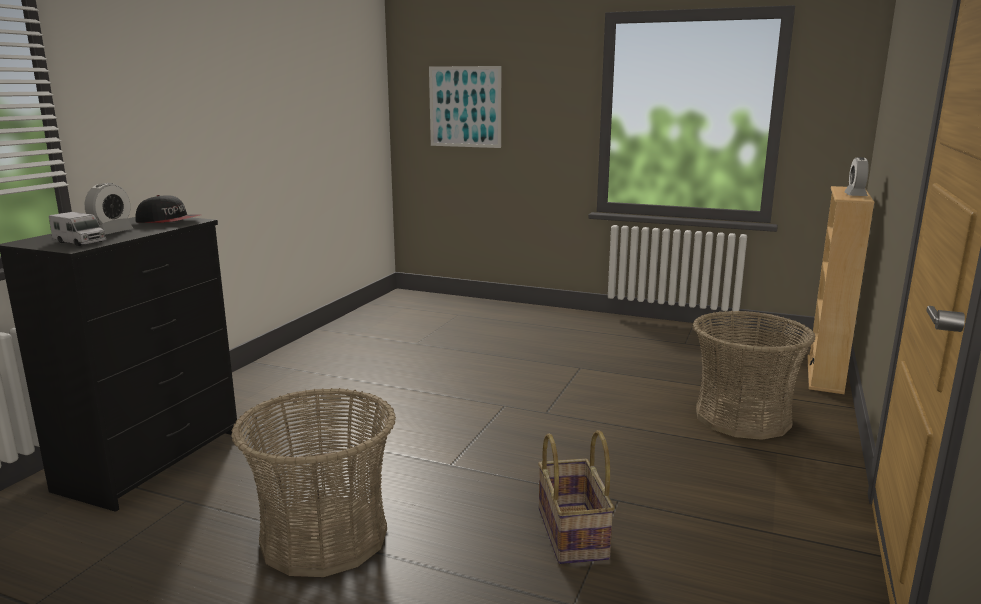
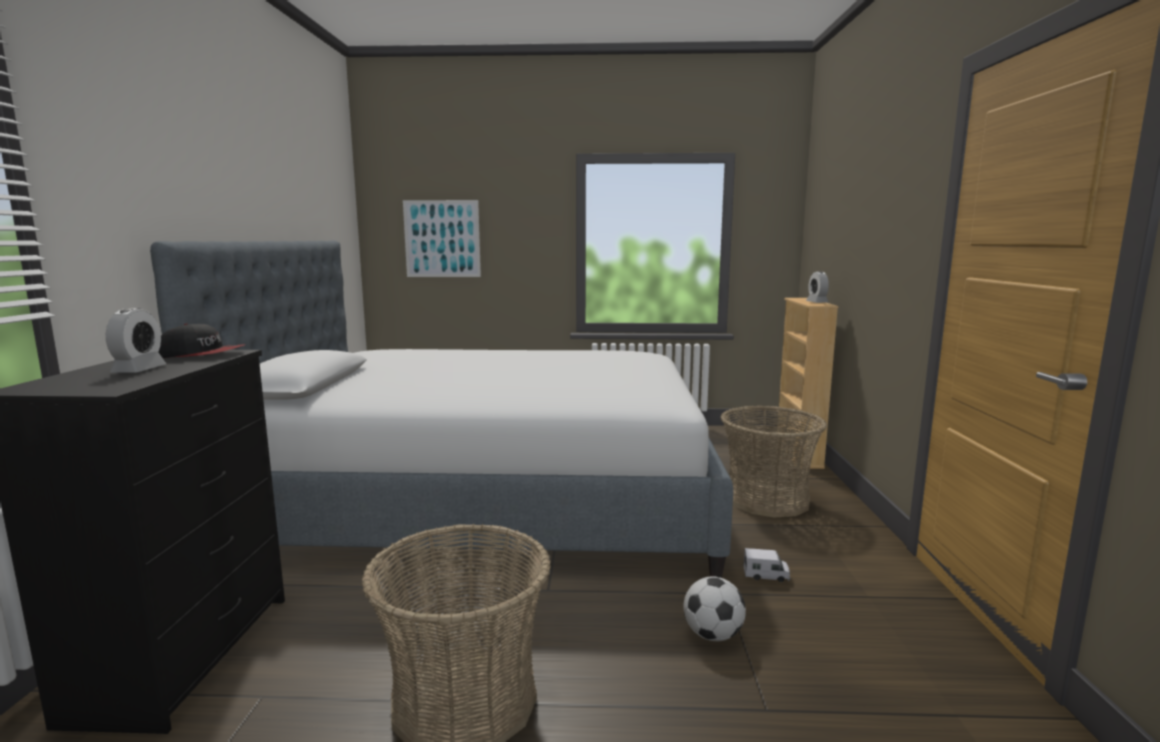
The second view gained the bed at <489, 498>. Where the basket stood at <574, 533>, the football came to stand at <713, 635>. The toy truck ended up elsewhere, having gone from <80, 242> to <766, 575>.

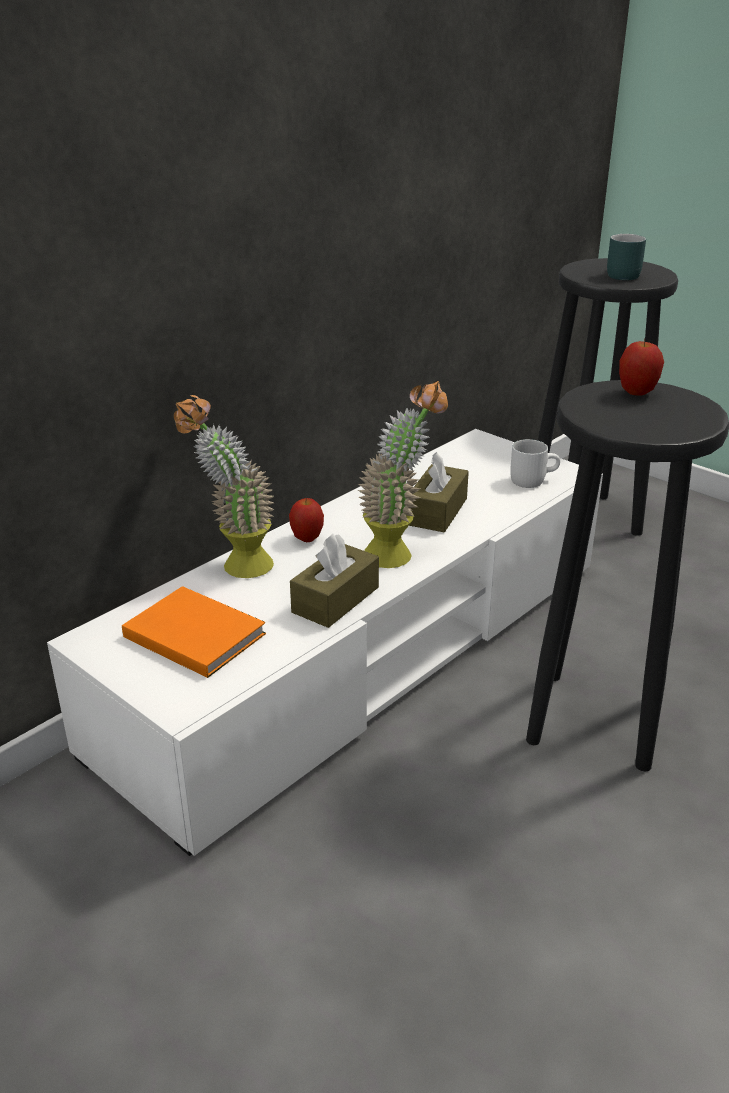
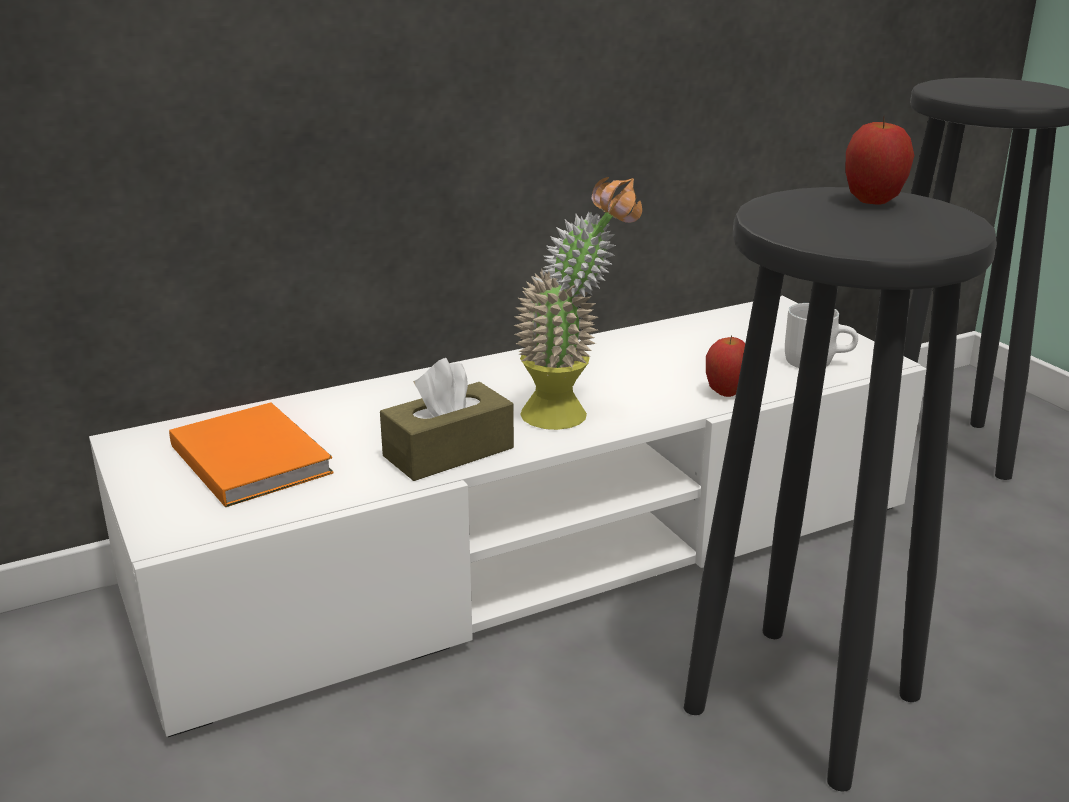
The apple ended up elsewhere, having gone from <307, 539> to <726, 393>. The second view lost the potted plant at <234, 566>. The second view lost the tissue box in brown at <437, 511>. The second view lost the mug in turquoise at <619, 274>.

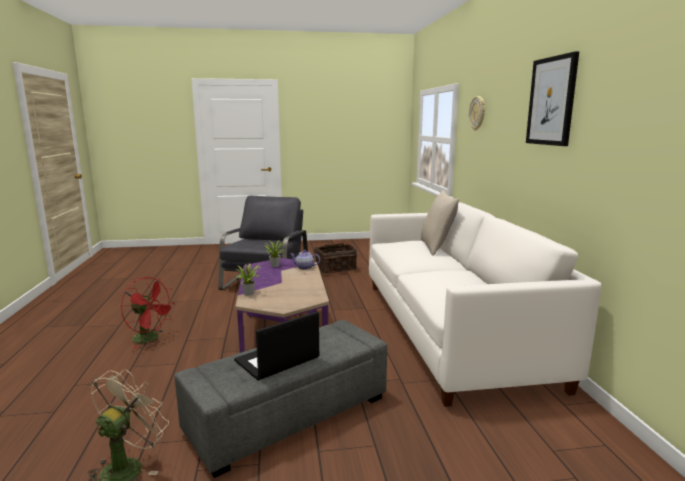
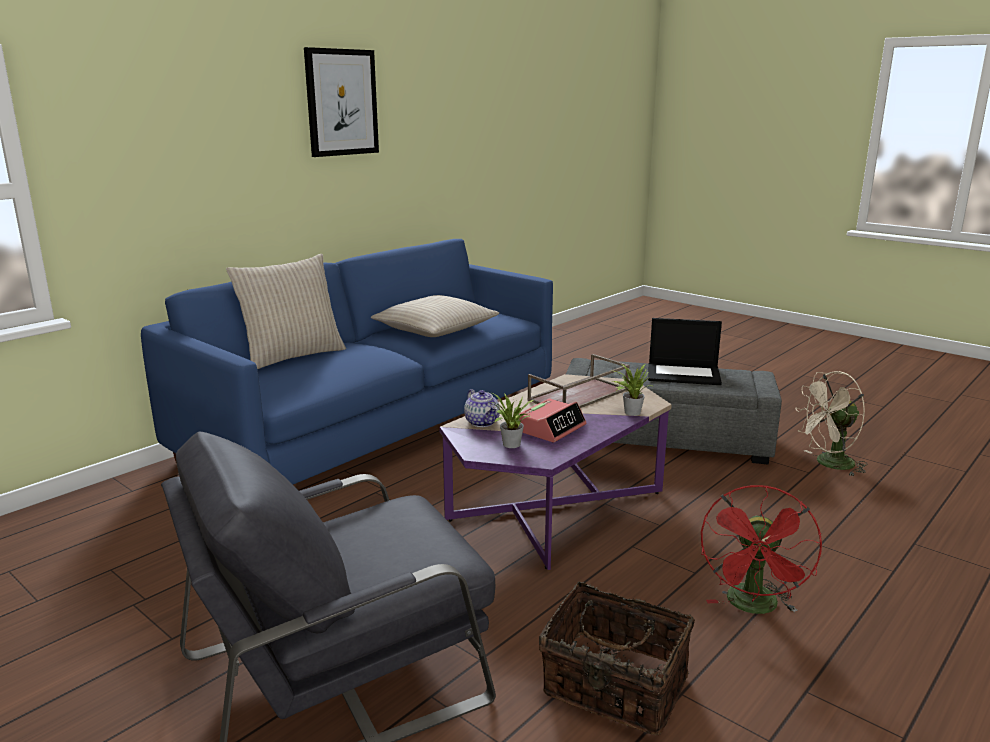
What was the sofa in white at <449, 328> turned into the sofa in blue at <376, 427>. The second view gained the pillow in beige at <435, 329>. The second view gained the alarm clock at <551, 428>. The second view gained the tray in brown at <578, 395>. The basket ended up elsewhere, having gone from <335, 269> to <613, 688>. The fan in red at <150, 339> ended up facing another way, 150 degrees counterclockwise from before. The second view lost the wall clock at <477, 113>.

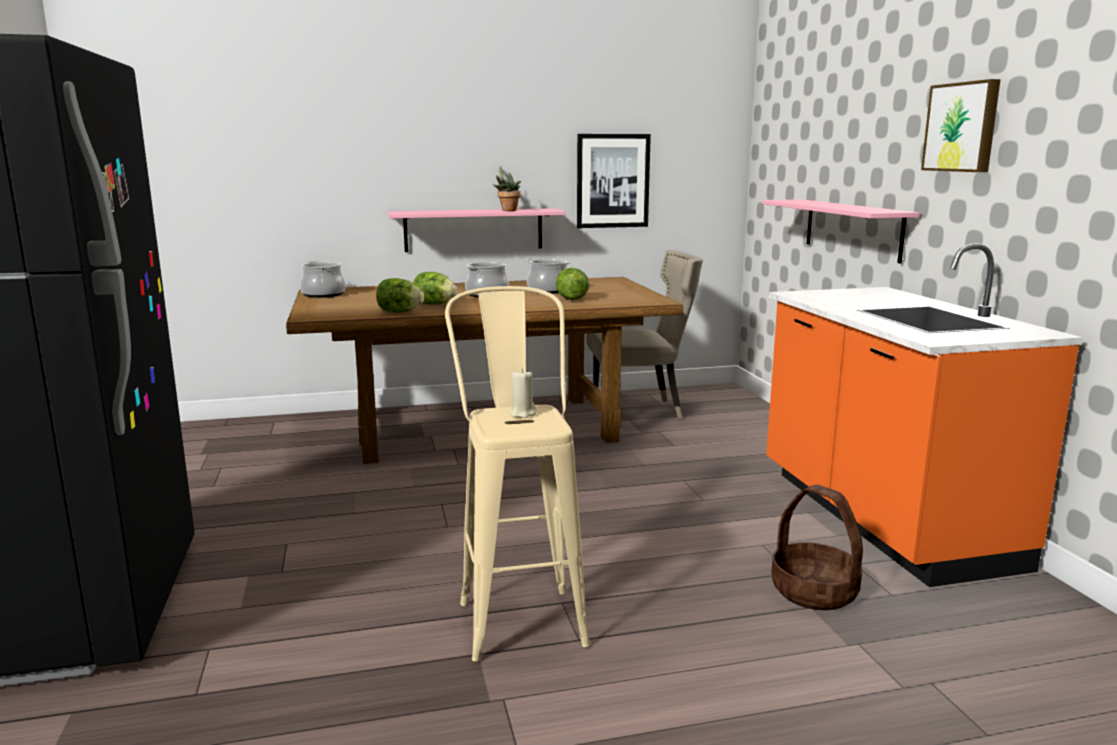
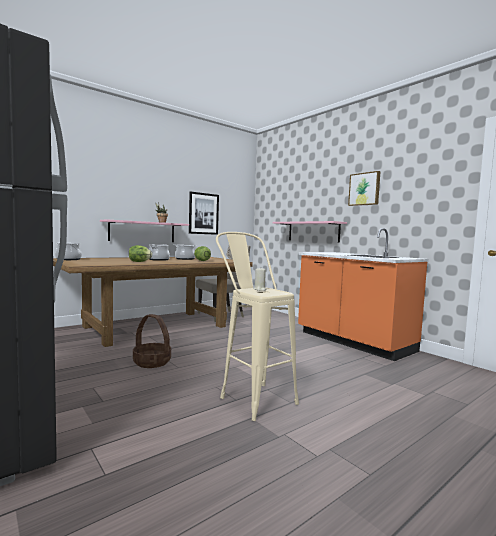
The basket ended up elsewhere, having gone from <815, 591> to <152, 362>. The second view lost the lettuce at <399, 312>.

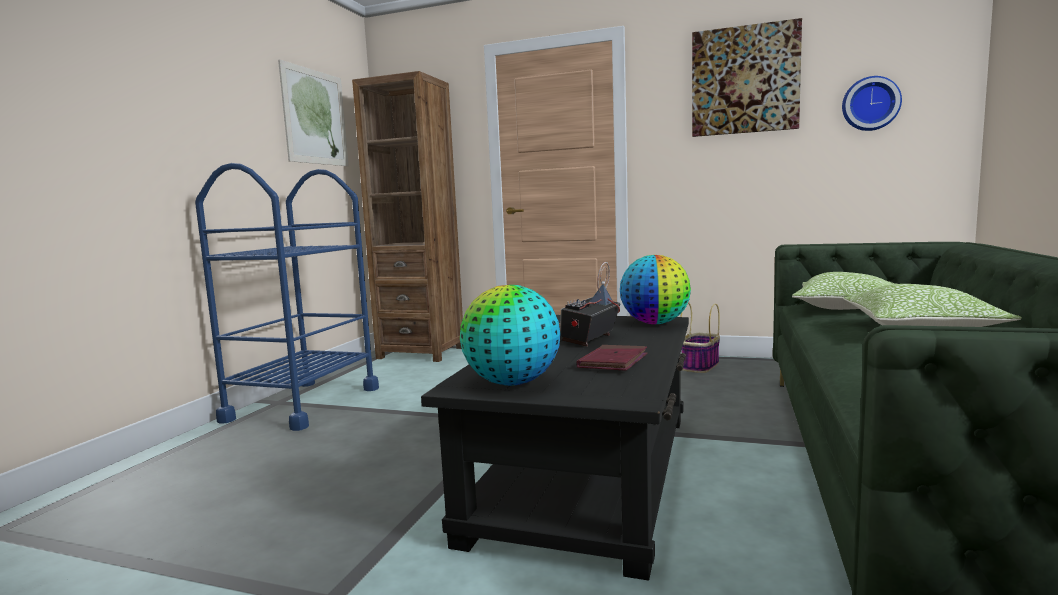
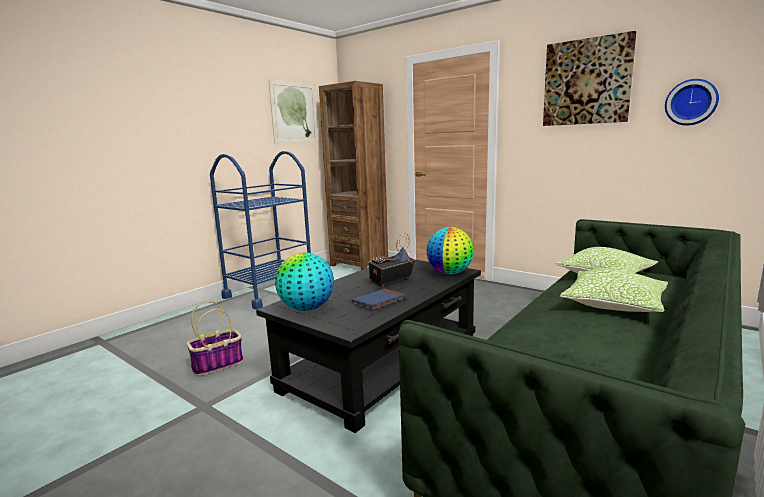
The basket ended up elsewhere, having gone from <700, 366> to <218, 364>. What was the book in red at <613, 362> turned into the book in blue at <379, 301>.

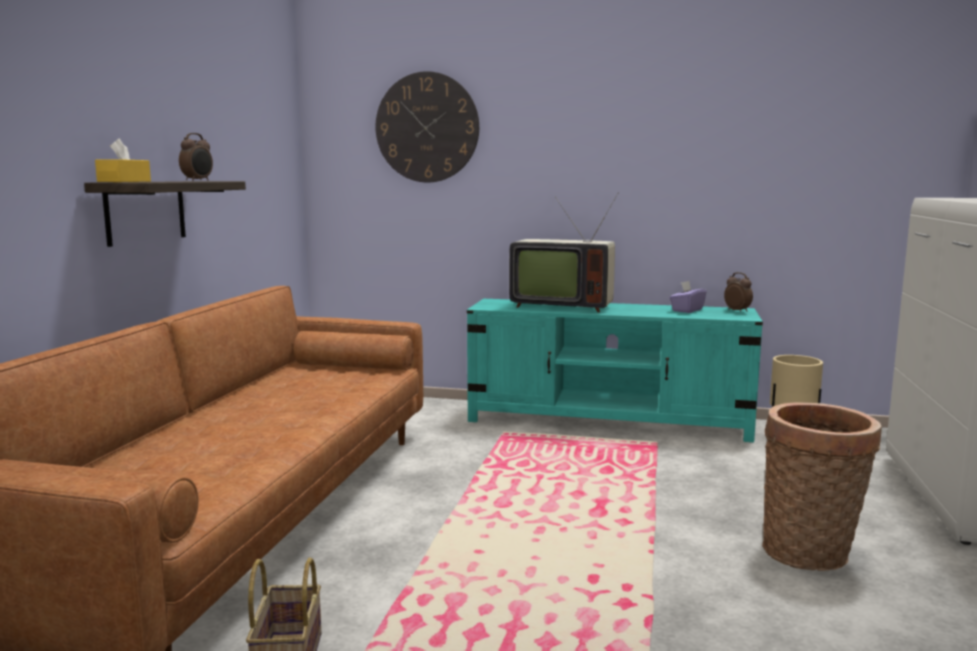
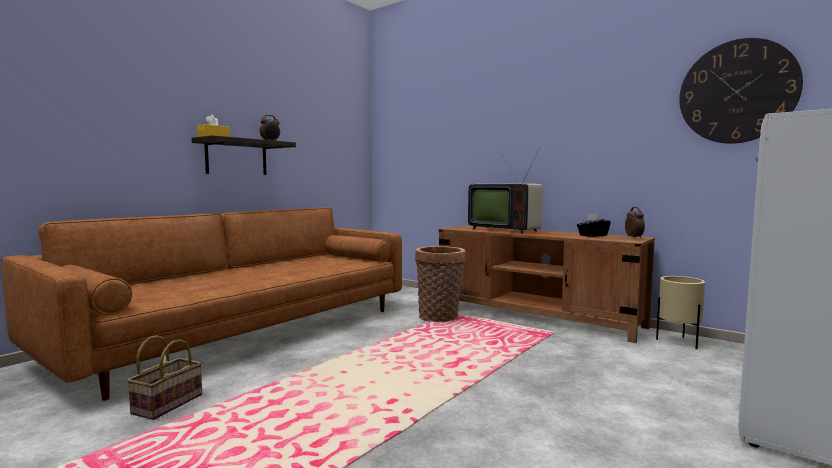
The basket ended up elsewhere, having gone from <811, 553> to <440, 318>. What was the tv stand in turquoise at <608, 420> turned into the tv stand in brown at <535, 316>. What was the tissue box in purple at <687, 310> turned into the tissue box in black at <593, 235>. The wall clock ended up elsewhere, having gone from <427, 127> to <737, 92>.

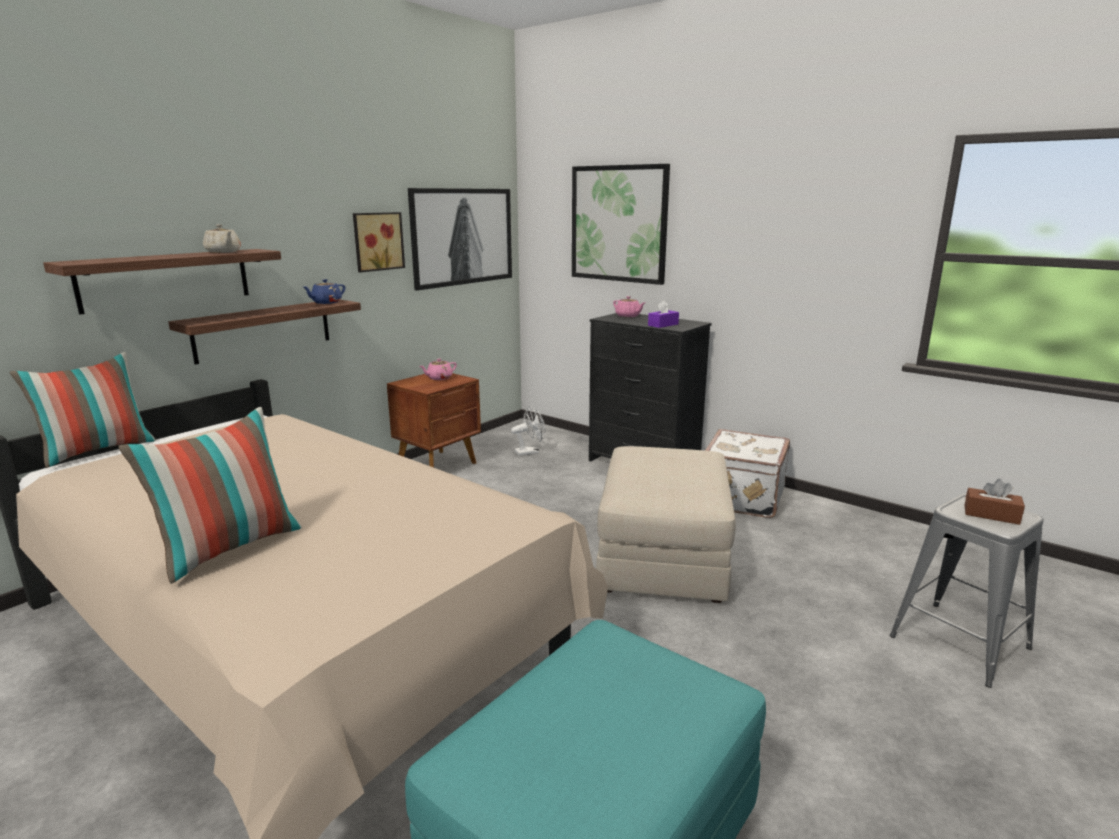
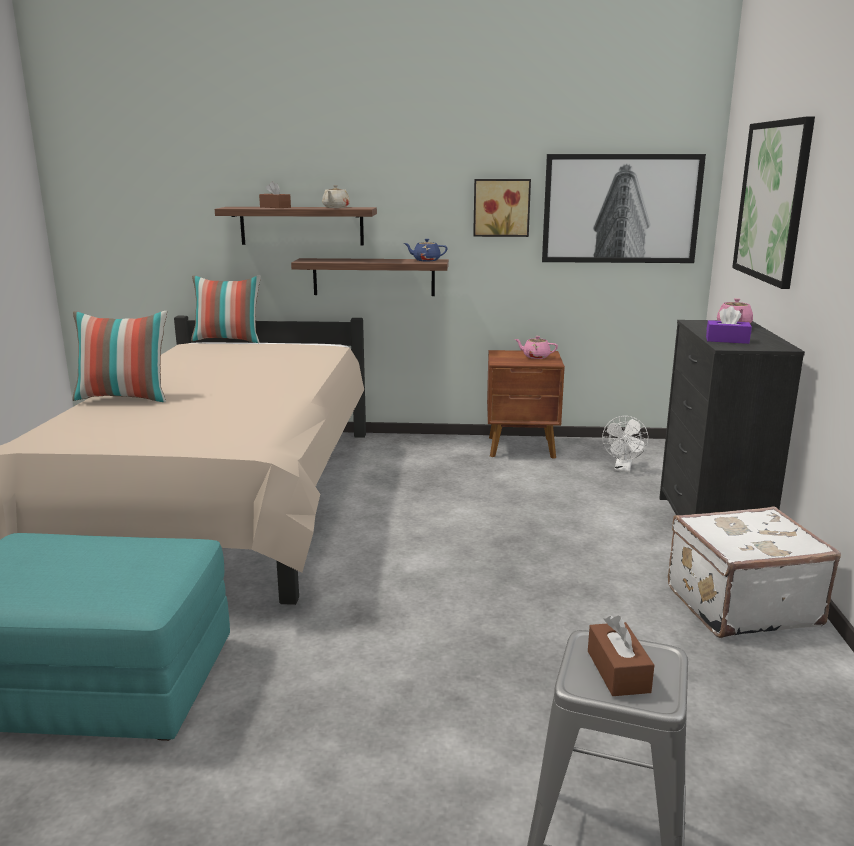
The second view gained the tissue box in brown at <275, 207>. The fan in white at <530, 452> ended up facing another way, 75 degrees clockwise from before. The second view lost the ottoman in beige at <663, 556>.

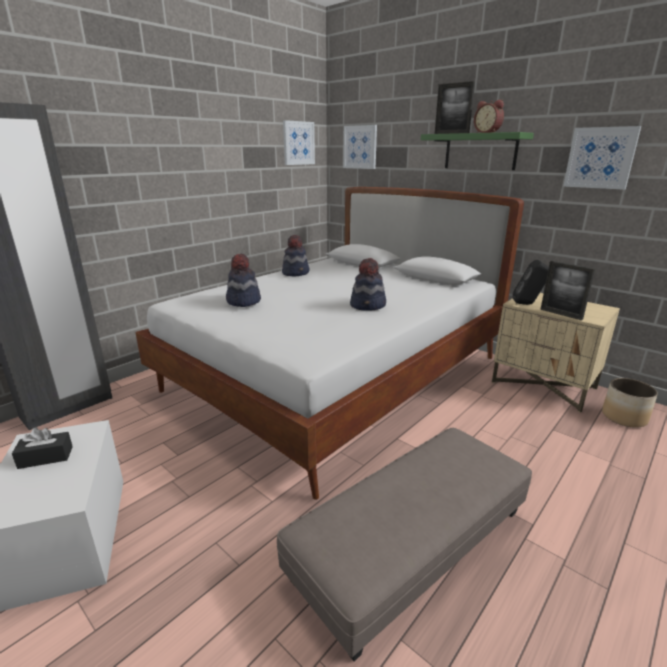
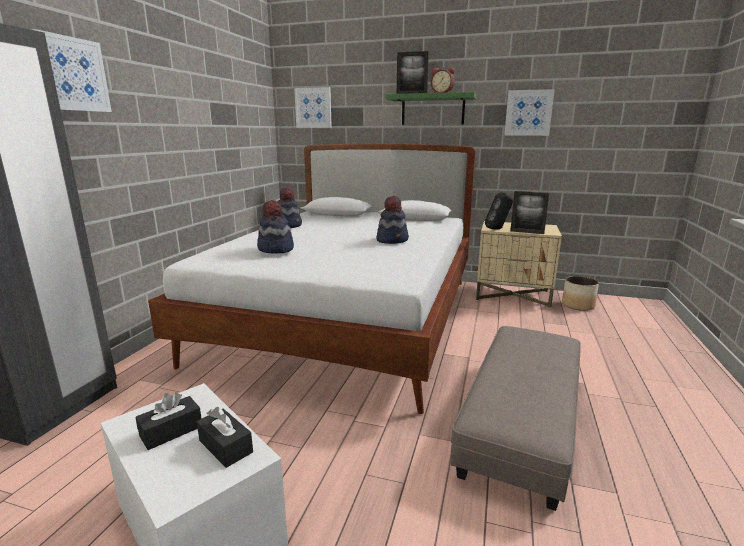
The picture ended up elsewhere, having gone from <298, 143> to <72, 74>. The second view gained the tissue box in black at <225, 446>.

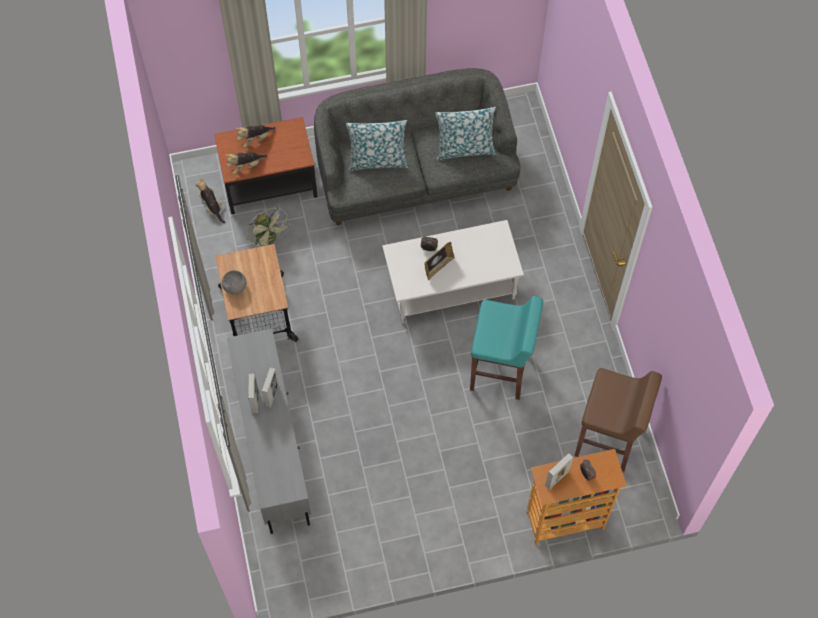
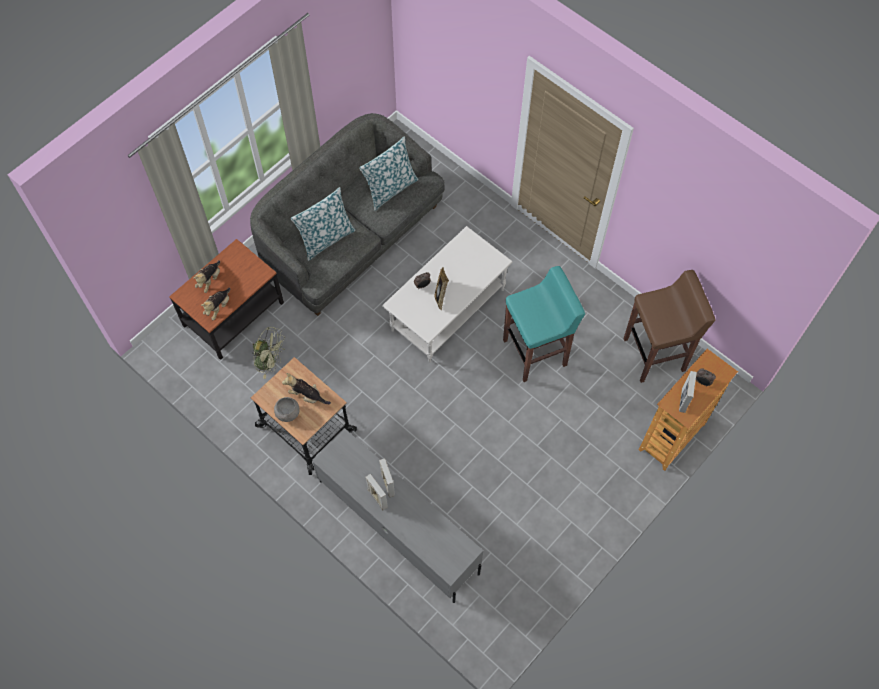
The plush toy ended up elsewhere, having gone from <212, 207> to <307, 395>.

